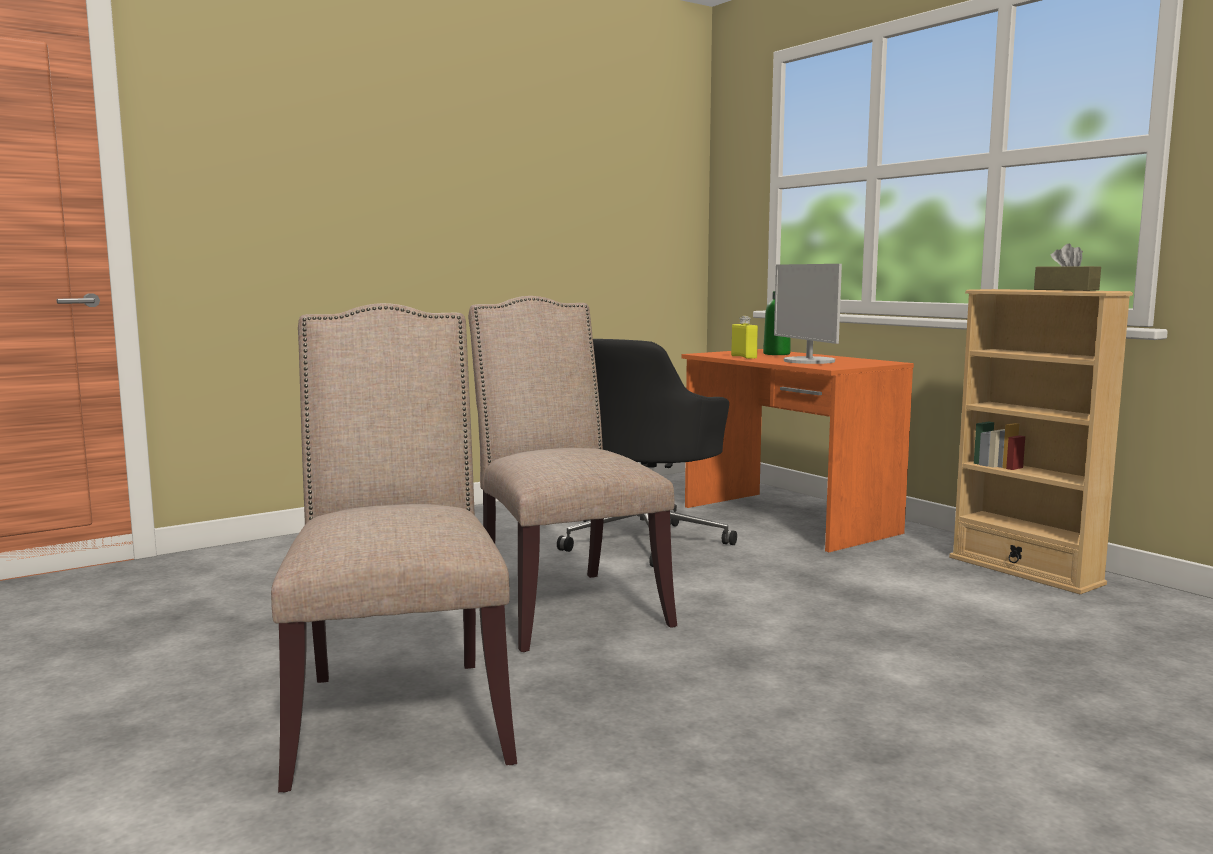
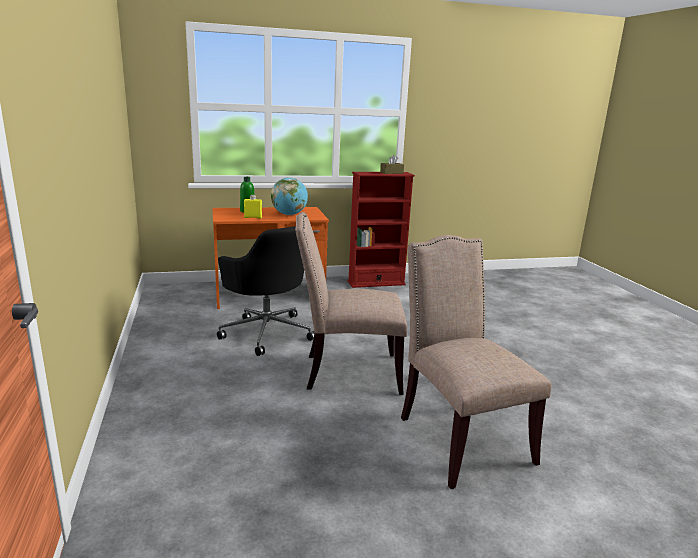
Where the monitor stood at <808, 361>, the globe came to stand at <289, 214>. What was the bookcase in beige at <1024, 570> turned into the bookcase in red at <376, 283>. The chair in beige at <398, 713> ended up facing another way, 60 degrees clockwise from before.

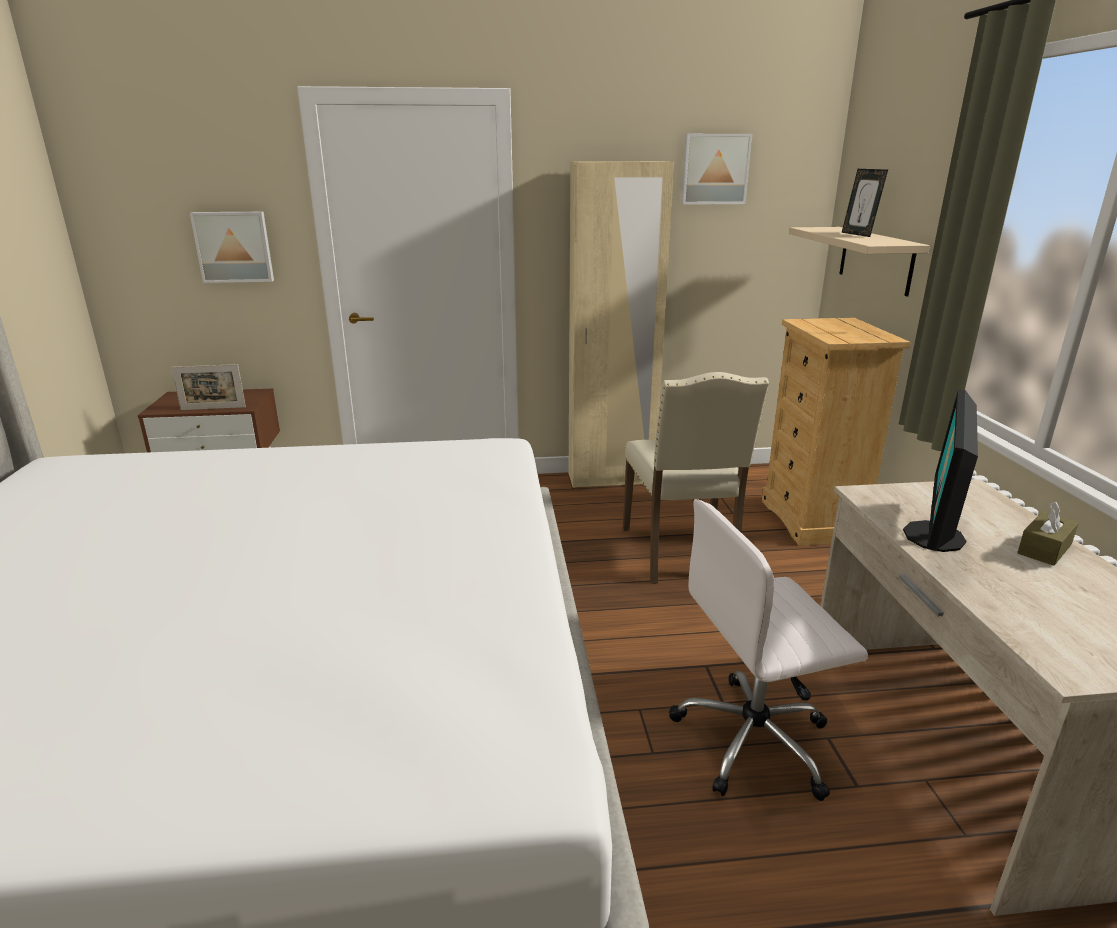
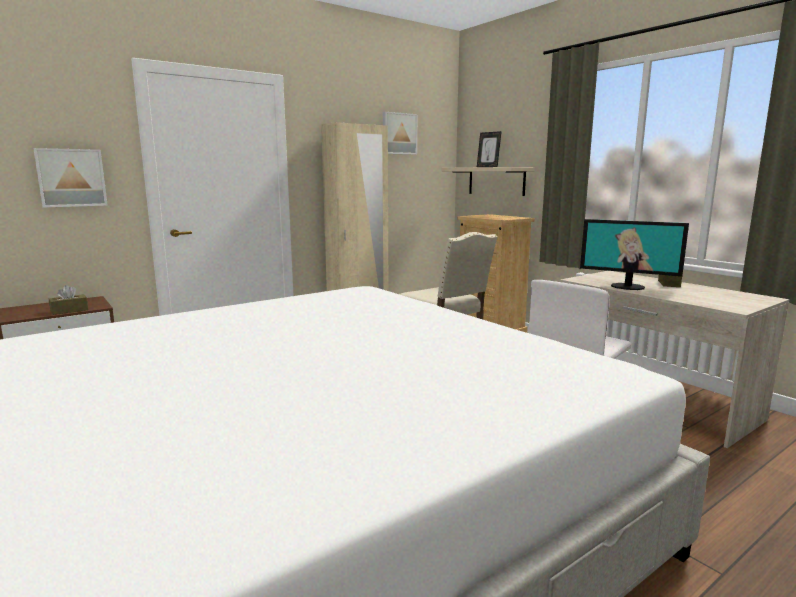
Where the picture frame stood at <213, 408>, the tissue box in brown came to stand at <69, 310>. The monitor at <935, 537> ended up facing another way, 60 degrees counterclockwise from before.

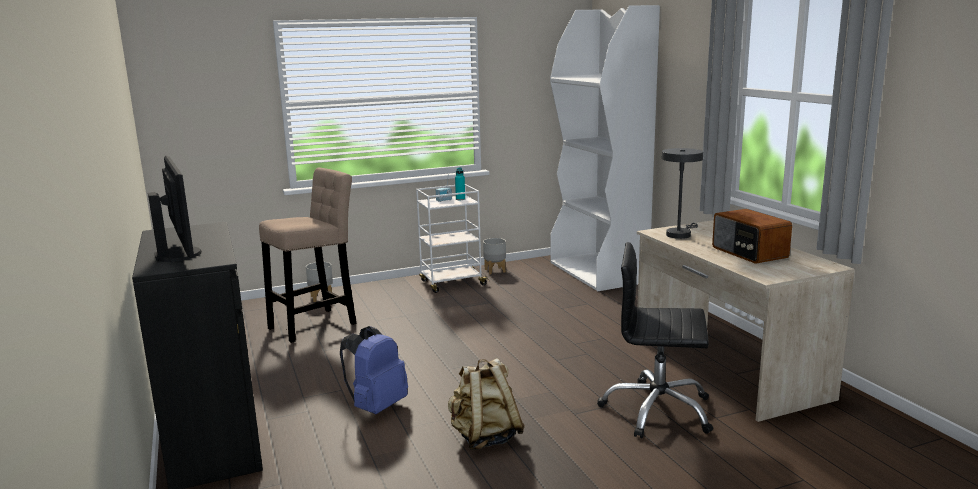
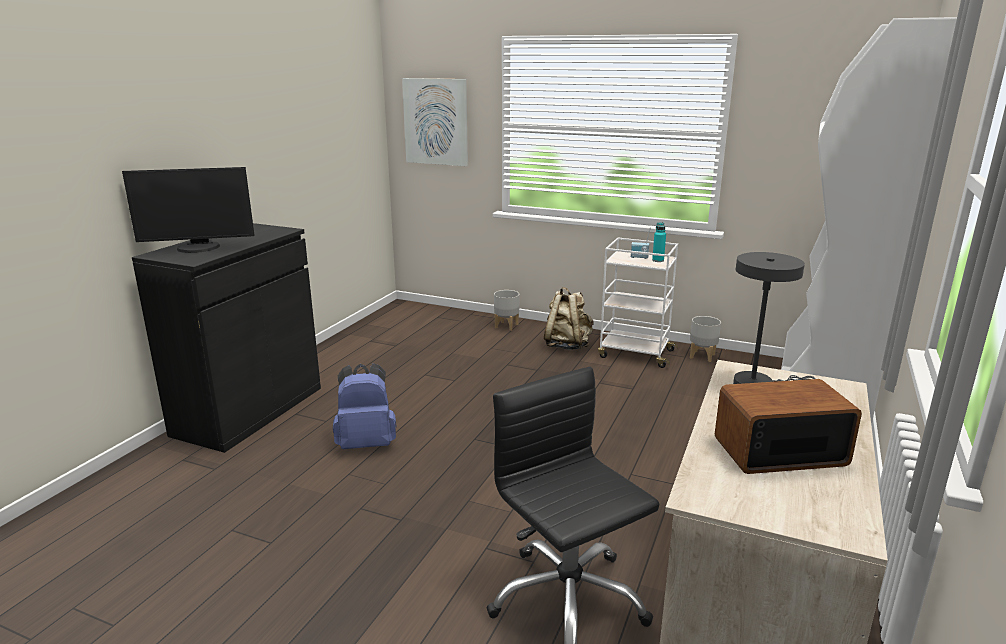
The monitor at <180, 254> ended up facing another way, 60 degrees clockwise from before. The second view gained the picture at <436, 121>. The backpack in beige ended up elsewhere, having gone from <485, 437> to <567, 345>. The radio at <748, 253> ended up facing another way, 60 degrees clockwise from before. The second view lost the stool in beige at <316, 324>.

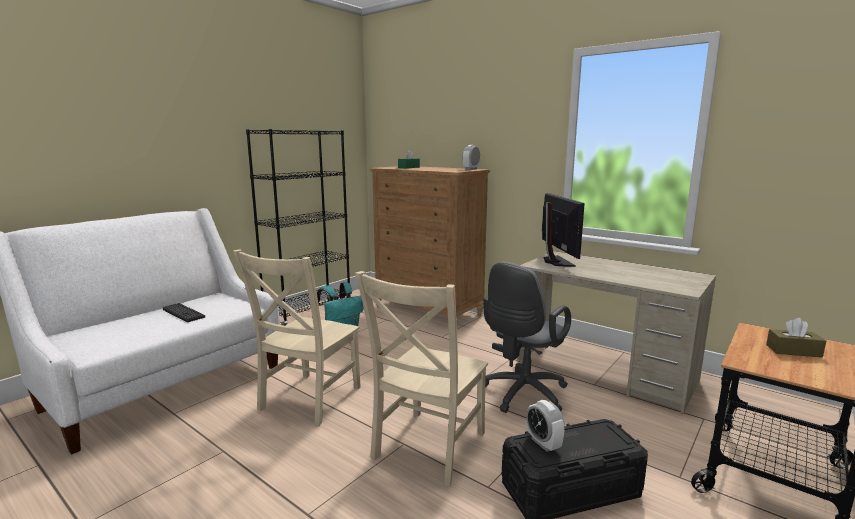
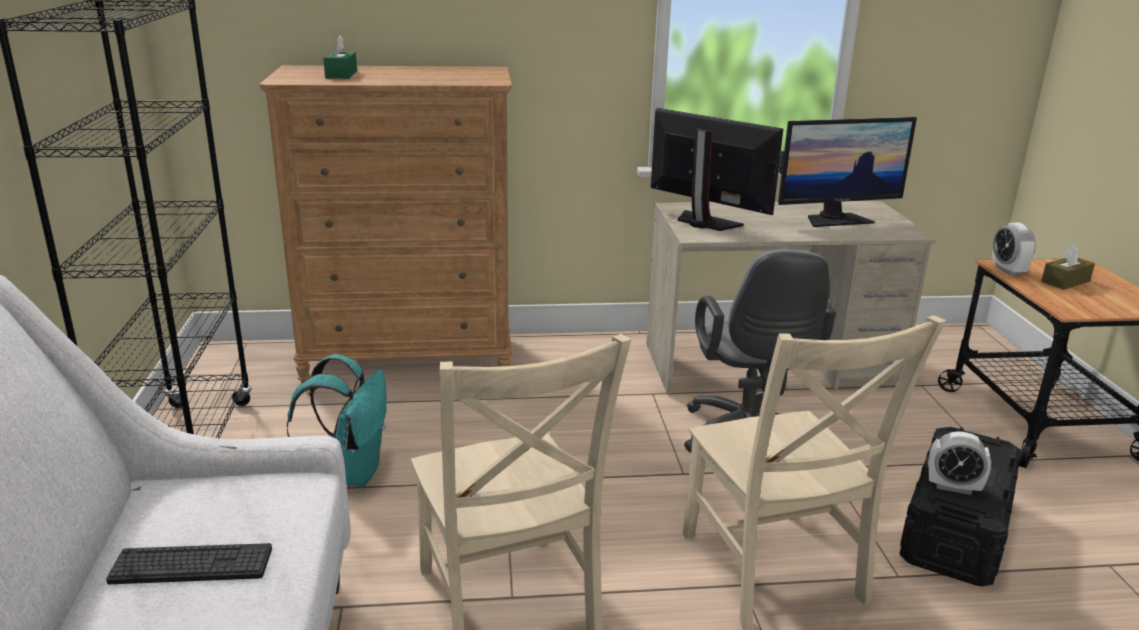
The second view gained the monitor at <835, 219>. The alarm clock ended up elsewhere, having gone from <471, 169> to <1008, 270>.

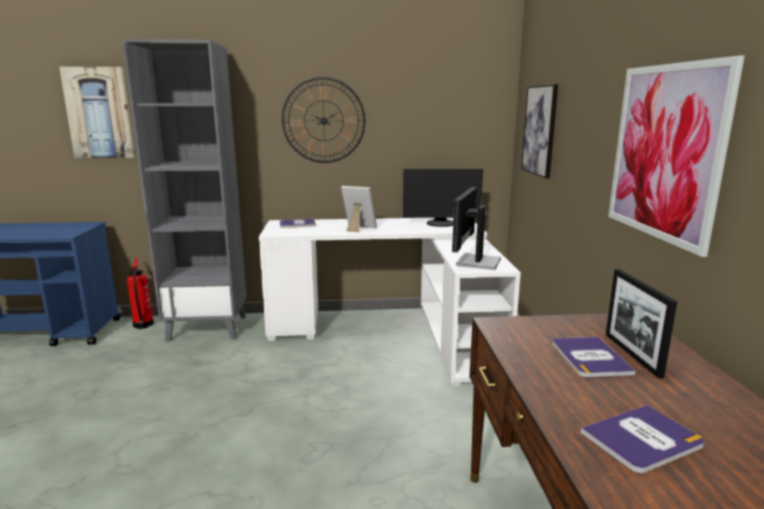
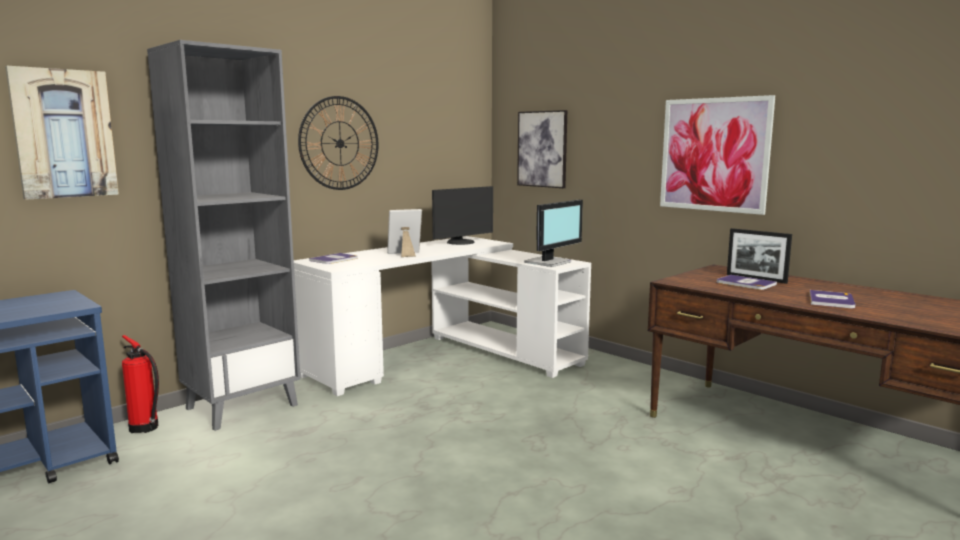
The monitor at <476, 262> ended up facing another way, 120 degrees counterclockwise from before.

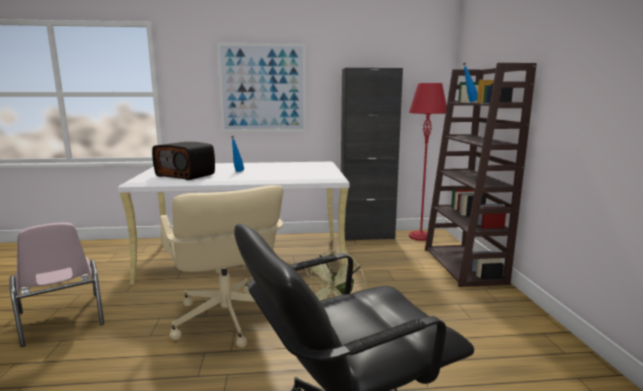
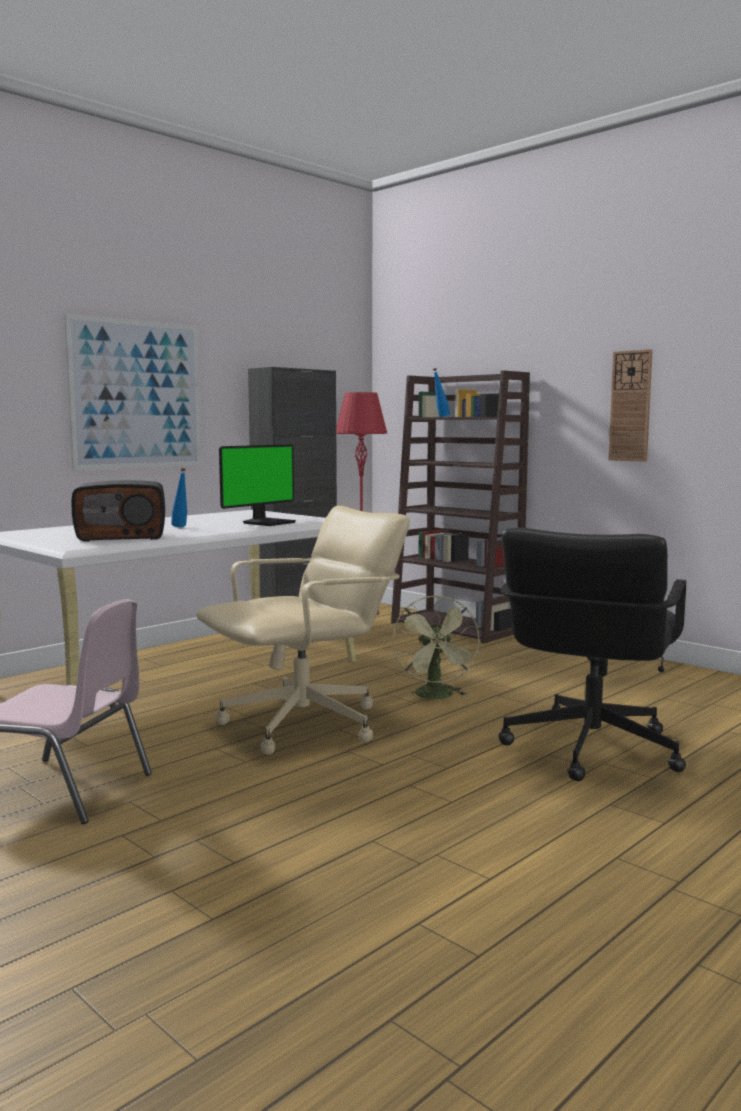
The office chair in beige at <226, 319> ended up facing another way, 60 degrees counterclockwise from before. The second view gained the monitor at <268, 522>. The second view gained the wall clock at <630, 406>.

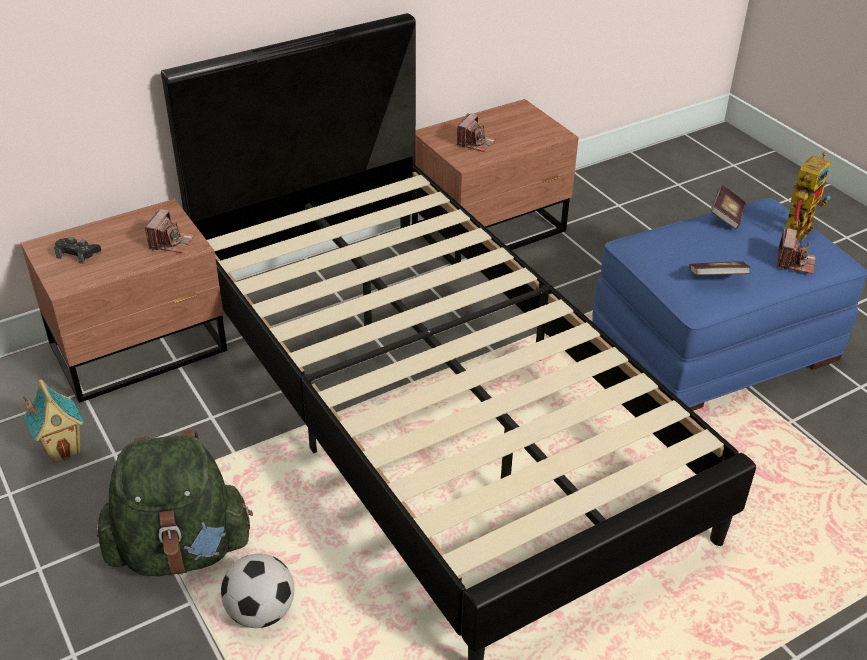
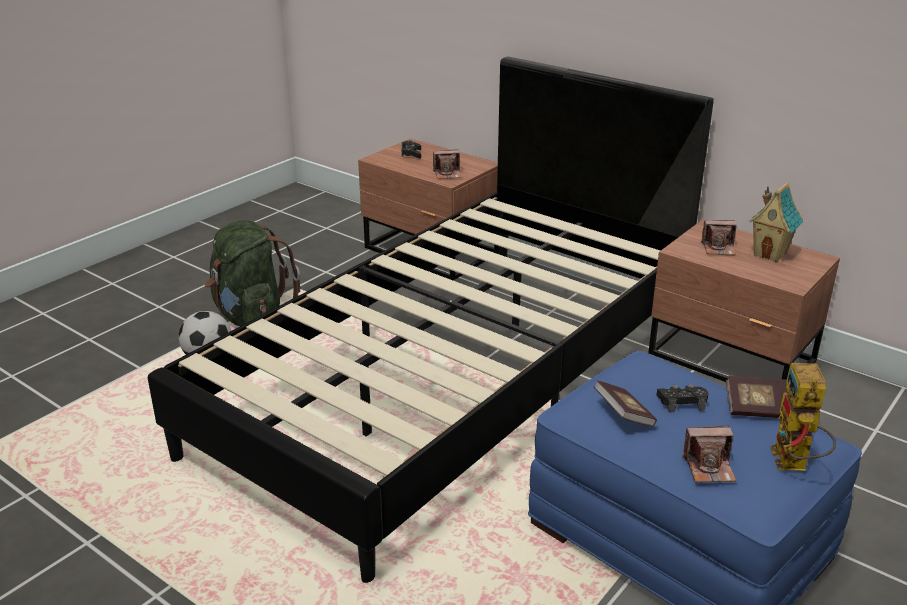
The second view gained the game controller in black at <682, 402>. The toy house ended up elsewhere, having gone from <63, 449> to <770, 254>. The toy robot at <798, 226> ended up facing another way, 75 degrees clockwise from before.

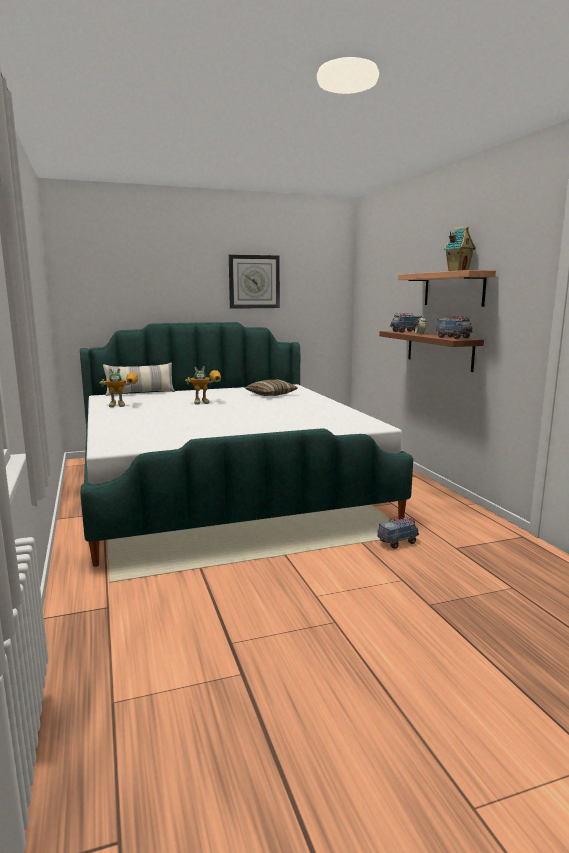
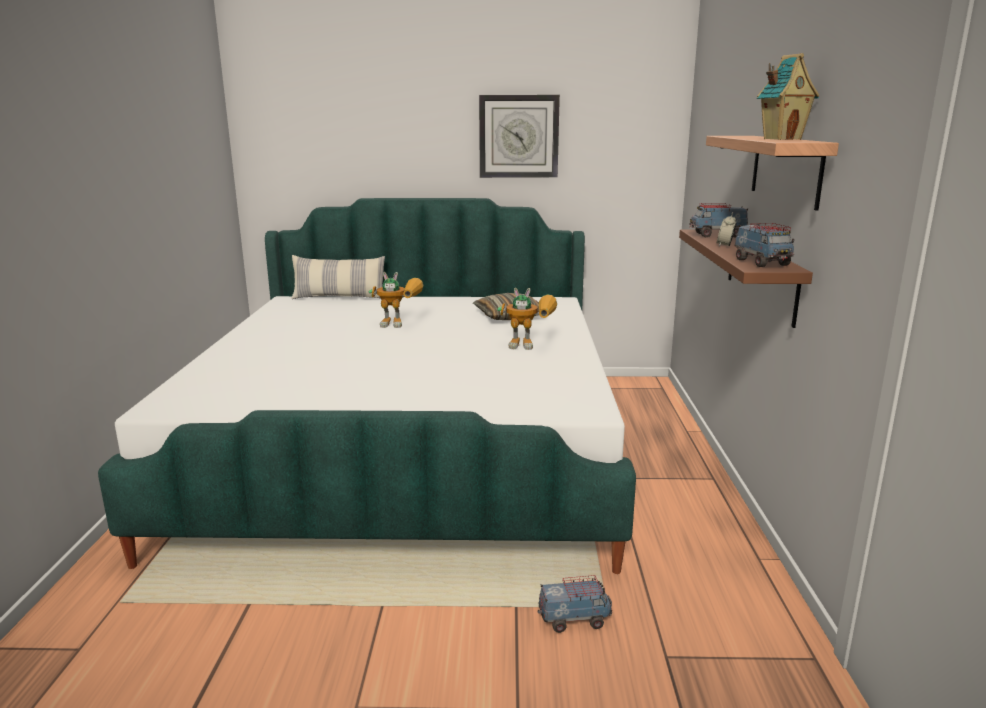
The toy robot ended up elsewhere, having gone from <123, 405> to <531, 345>.

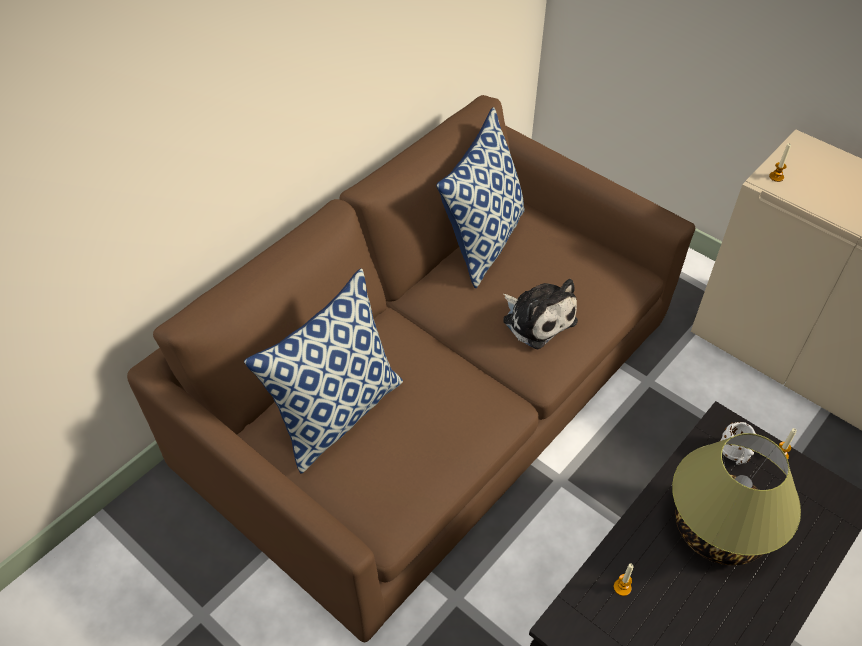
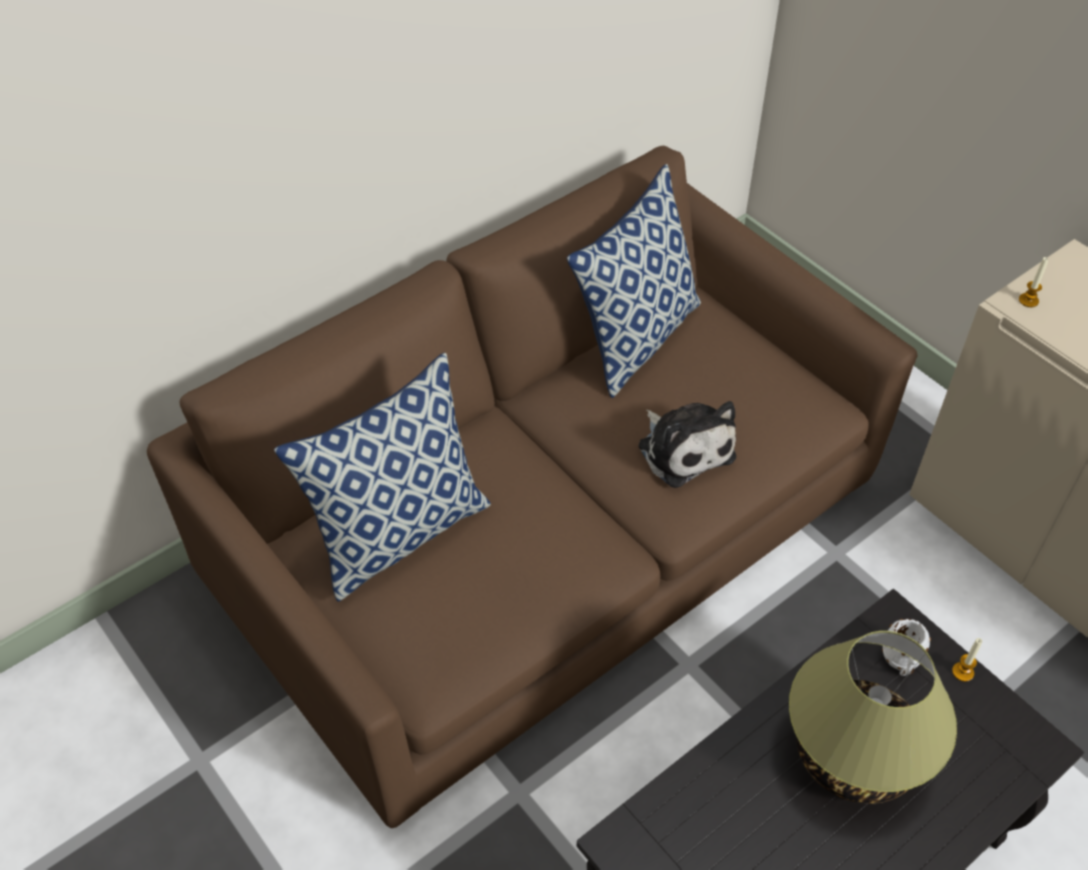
The second view lost the candle at <622, 587>.

